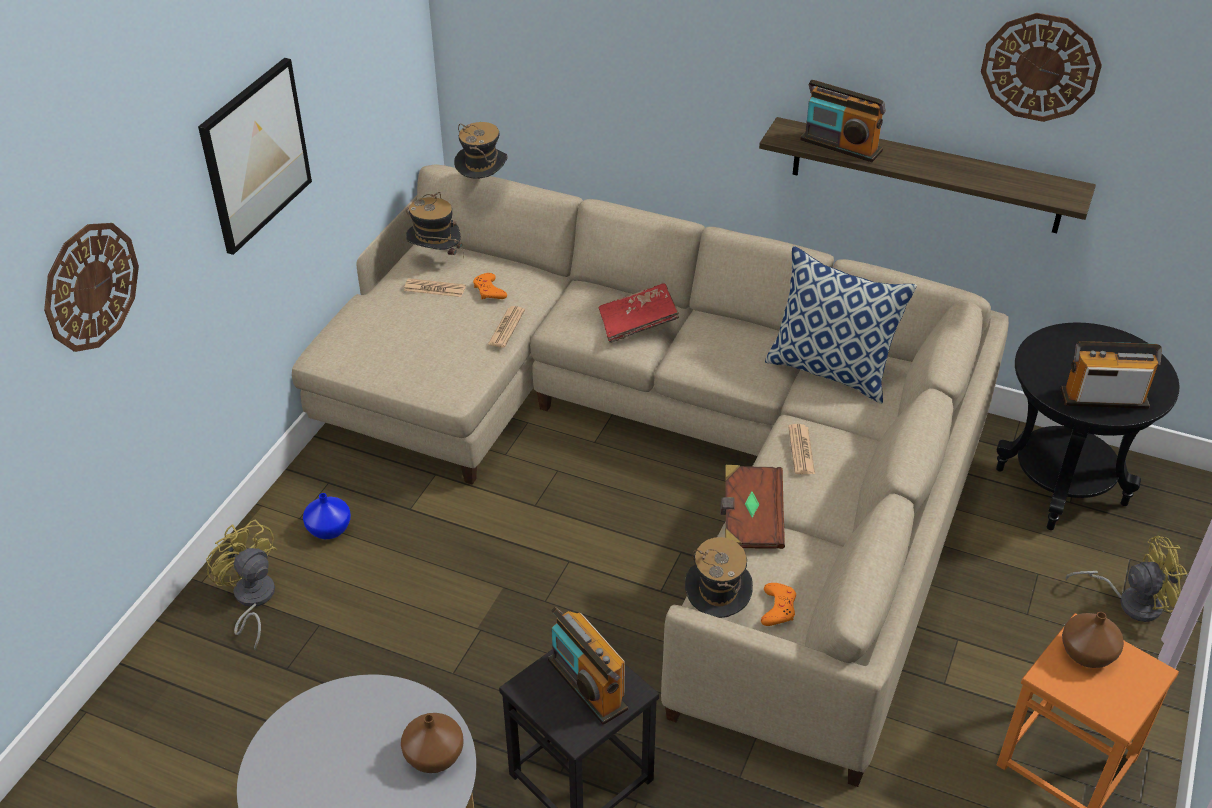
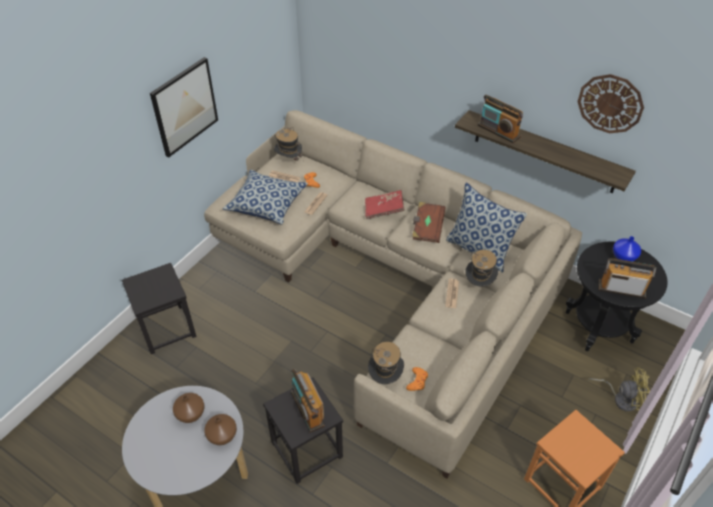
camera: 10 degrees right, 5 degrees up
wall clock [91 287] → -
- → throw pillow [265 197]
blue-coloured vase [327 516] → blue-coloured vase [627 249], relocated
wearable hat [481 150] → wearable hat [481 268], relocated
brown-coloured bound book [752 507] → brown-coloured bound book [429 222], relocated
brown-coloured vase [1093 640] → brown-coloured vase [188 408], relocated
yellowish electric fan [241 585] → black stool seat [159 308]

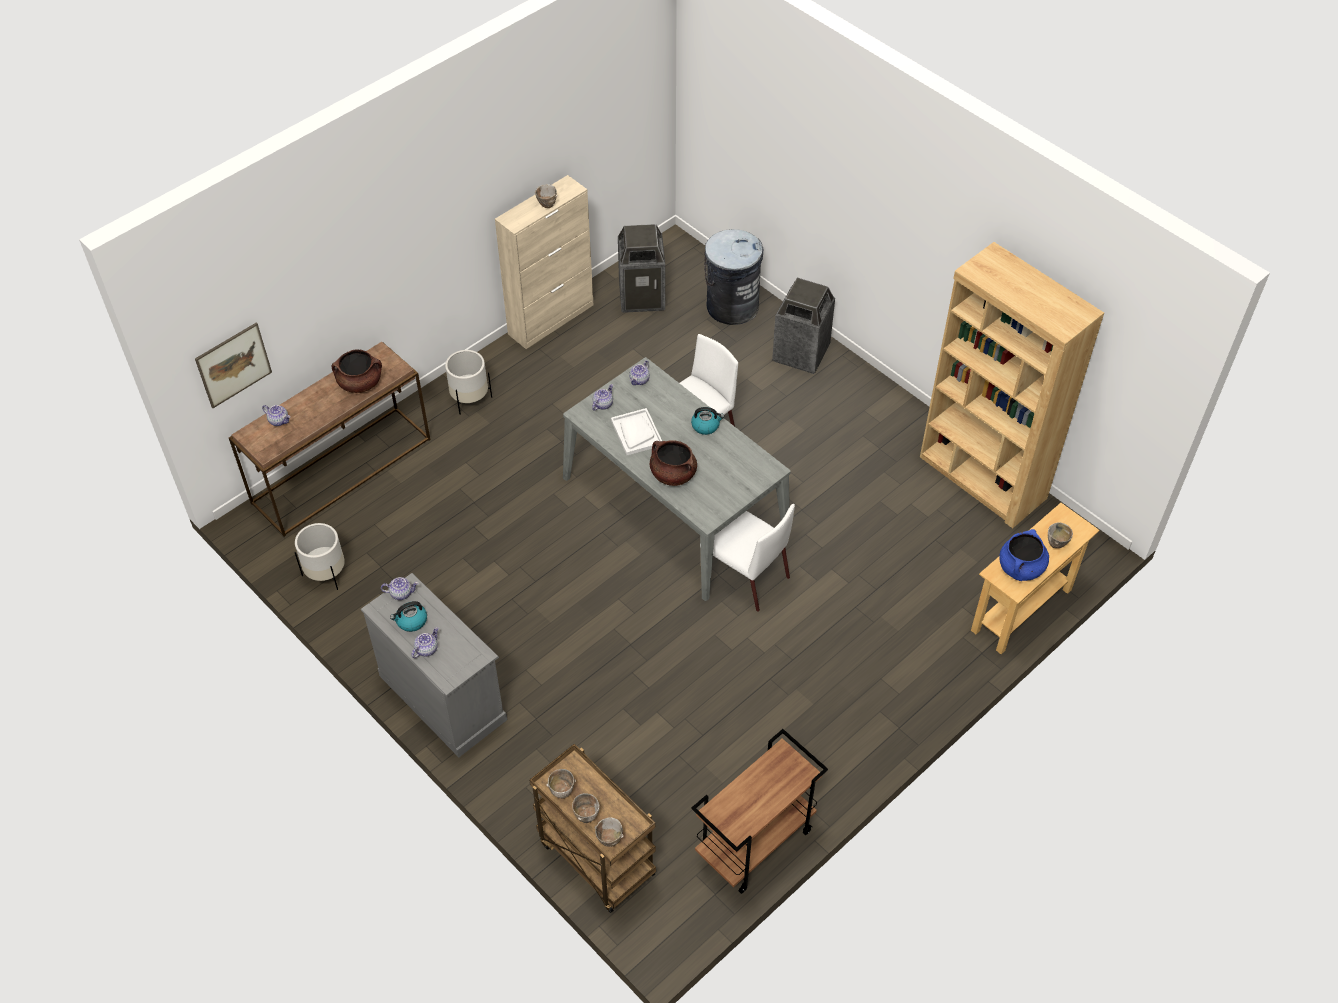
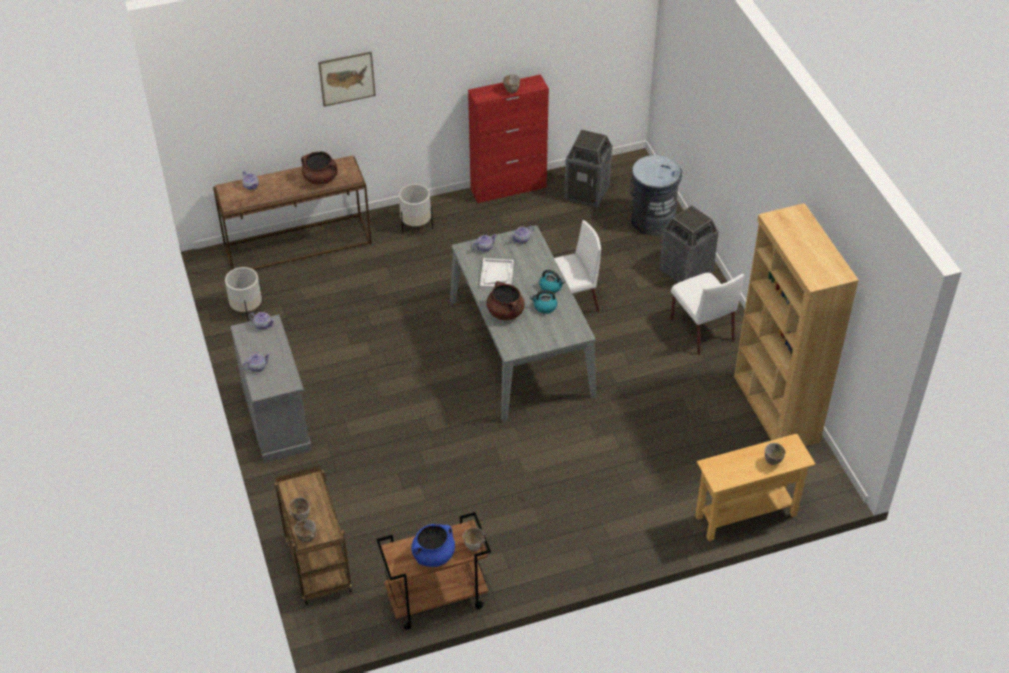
camera: 25 degrees right, 5 degrees down
wall picture [233 365] → wall picture [347 79], relocated
kettle [408 616] → kettle [543 302], relocated
bowl [561 783] → bowl [473 539], relocated
whitish chair [754 558] → whitish chair [707 314], relocated
blue-coloured saucepot [1024 555] → blue-coloured saucepot [433 545], relocated
beige-coloured cupboard [544 262] → reddish cupboard [508 138]

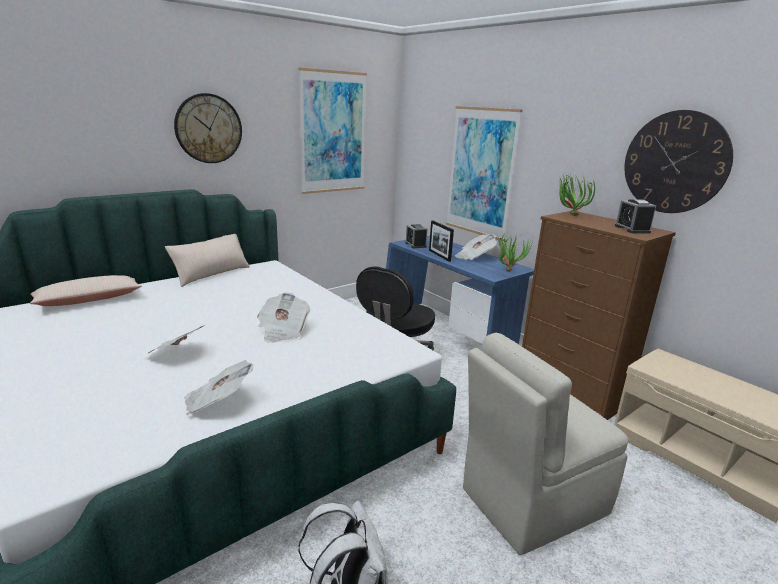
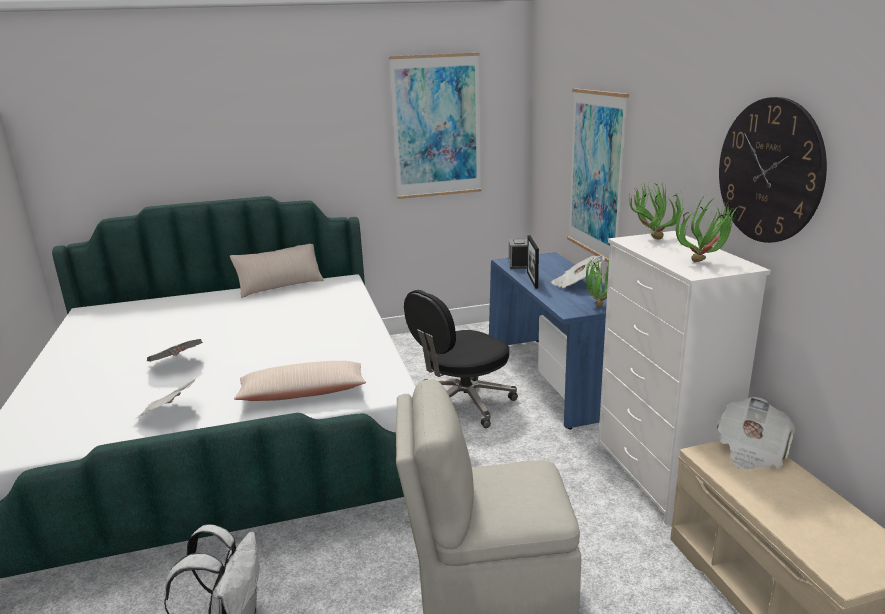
camera: 25 degrees right, 0 degrees up
wall clock [208 128] → -
beige-coloured throw pillow [86 290] → beige-coloured throw pillow [300 381], relocated
newspaper [284 318] → newspaper [756 433], relocated
table clock [635 216] → potted plant [706 228]
brown-coloured drawer chest [599 315] → whitish drawer chest [684 378]

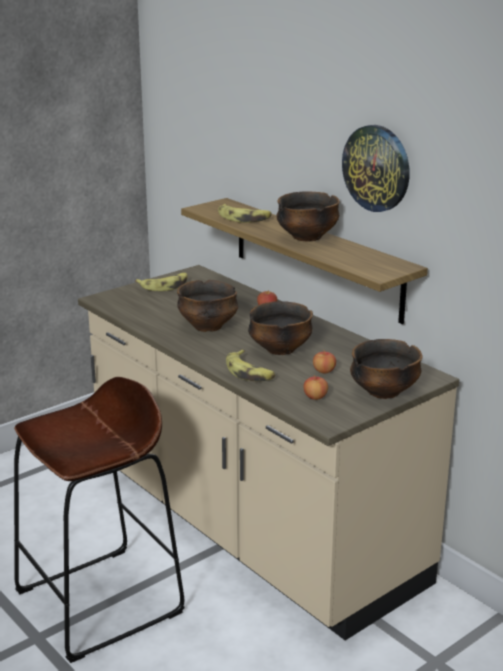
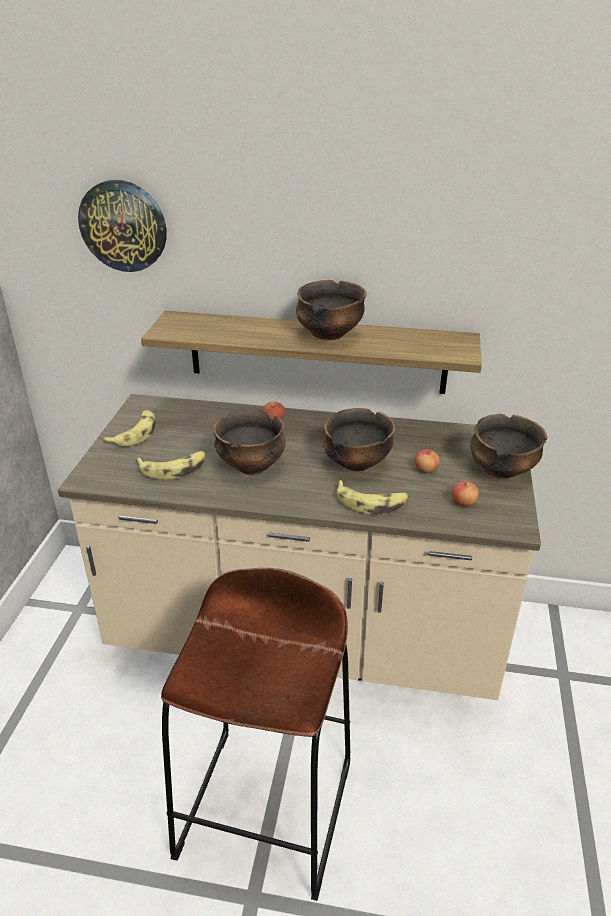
camera: 40 degrees left, 10 degrees up
banana [245 213] → banana [171 465], relocated
wall clock [376 168] → wall clock [122 226], relocated

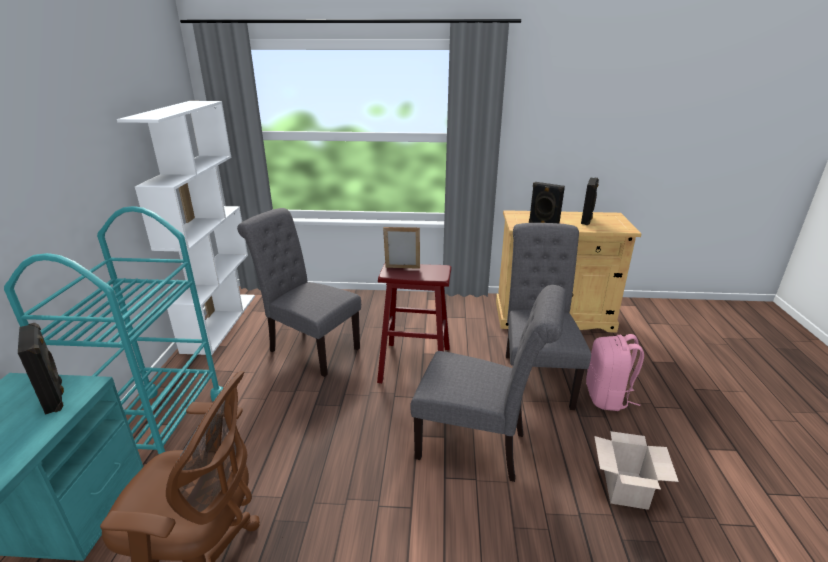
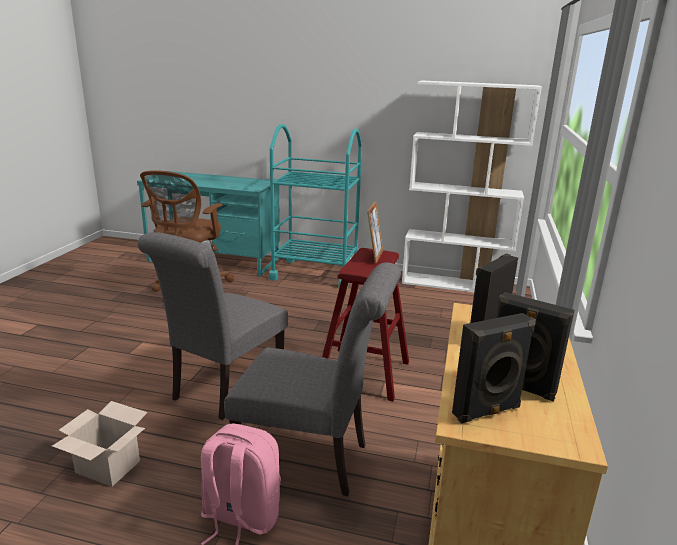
camera: 100 degrees right, 5 degrees down
greyish chair [299 292] → -
black speaker [41 369] → black speaker [494 368], relocated

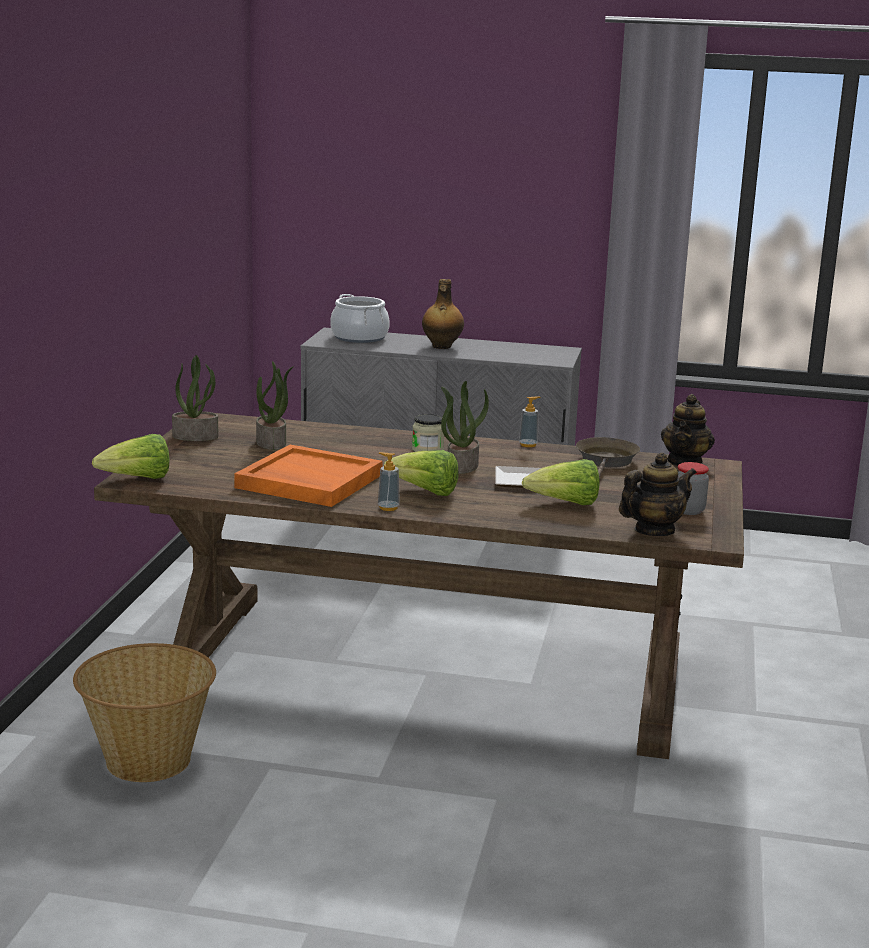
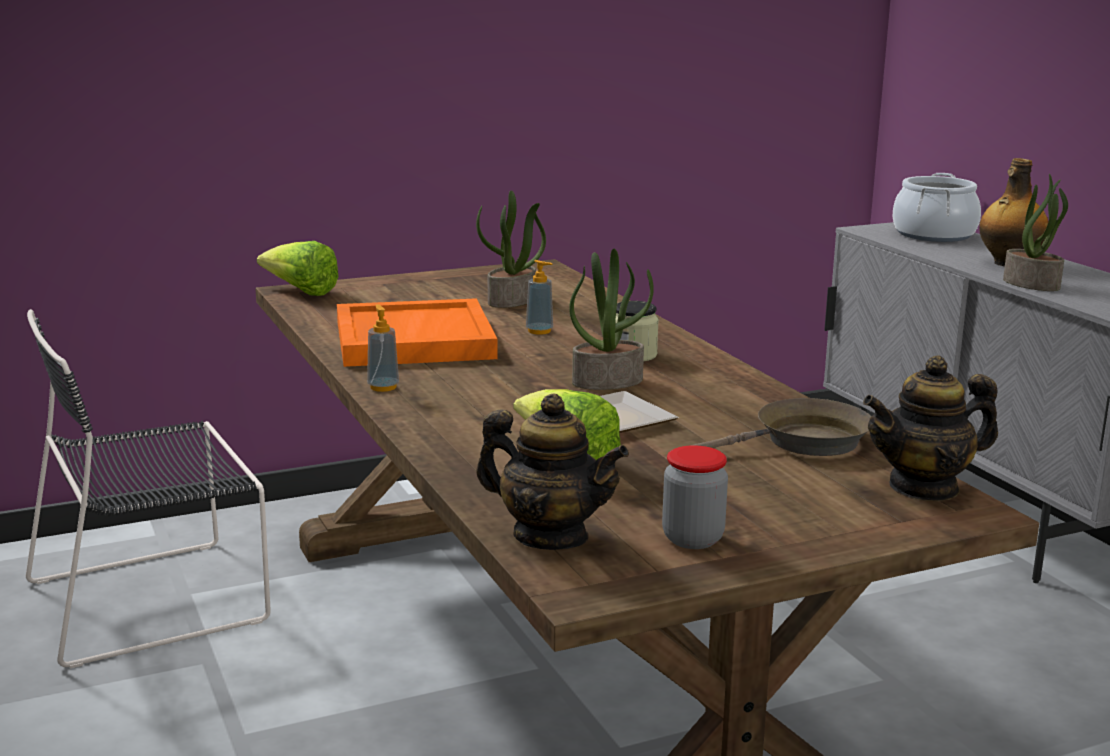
camera: 55 degrees right, 0 degrees up
lettuce head [421 473] → -
potted plant [195 398] → potted plant [1035 232], relocated
liquid soap bottle [529 421] → liquid soap bottle [539 297], relocated
storage basket [144 712] → black chair [148 488]

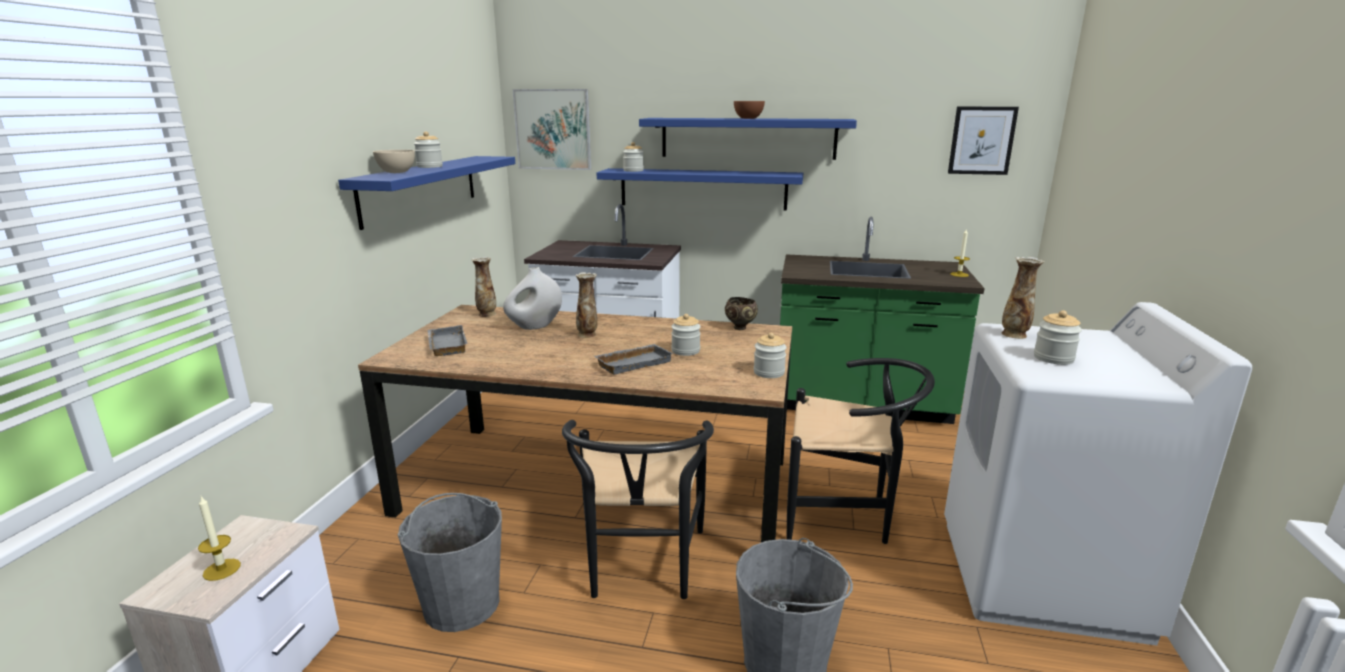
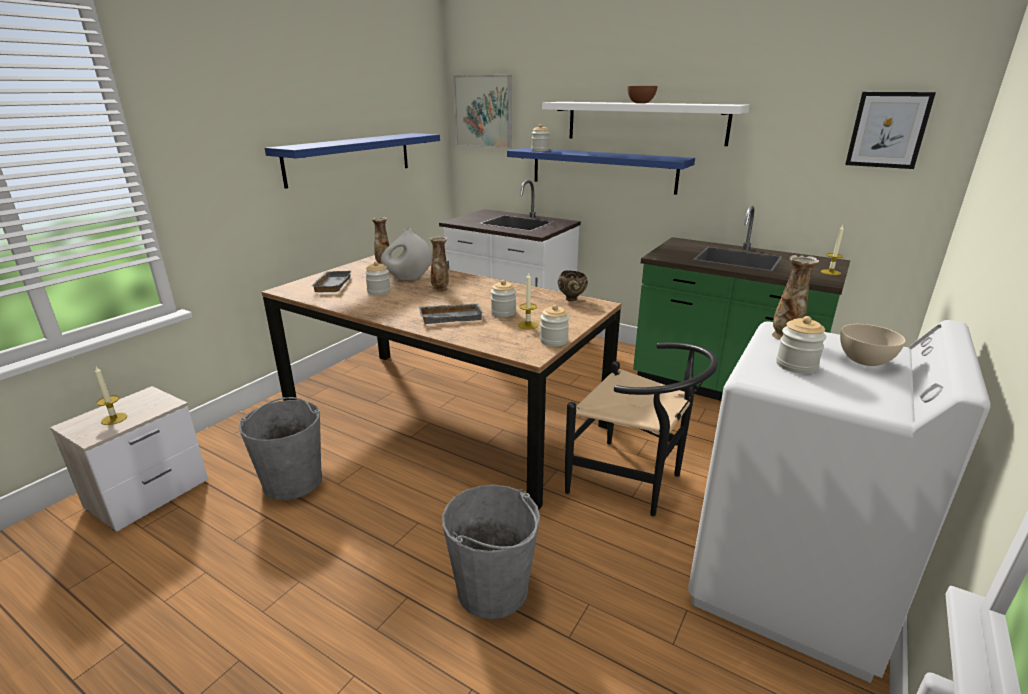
camera: 20 degrees right, 5 degrees up
black chair [638 509] → -
- → candle [528 301]
beige-coloured bowl [394 161] → beige-coloured bowl [873 345], relocated
jar [428 149] → jar [378 278], relocated
blue-coloured wall shelf [748 139] → whitish wall shelf [646 124]

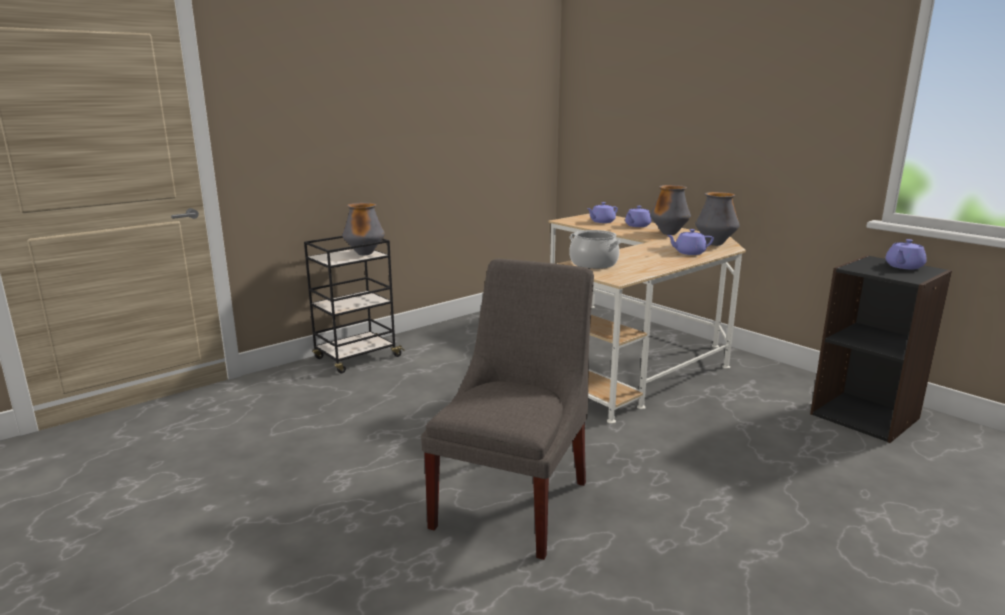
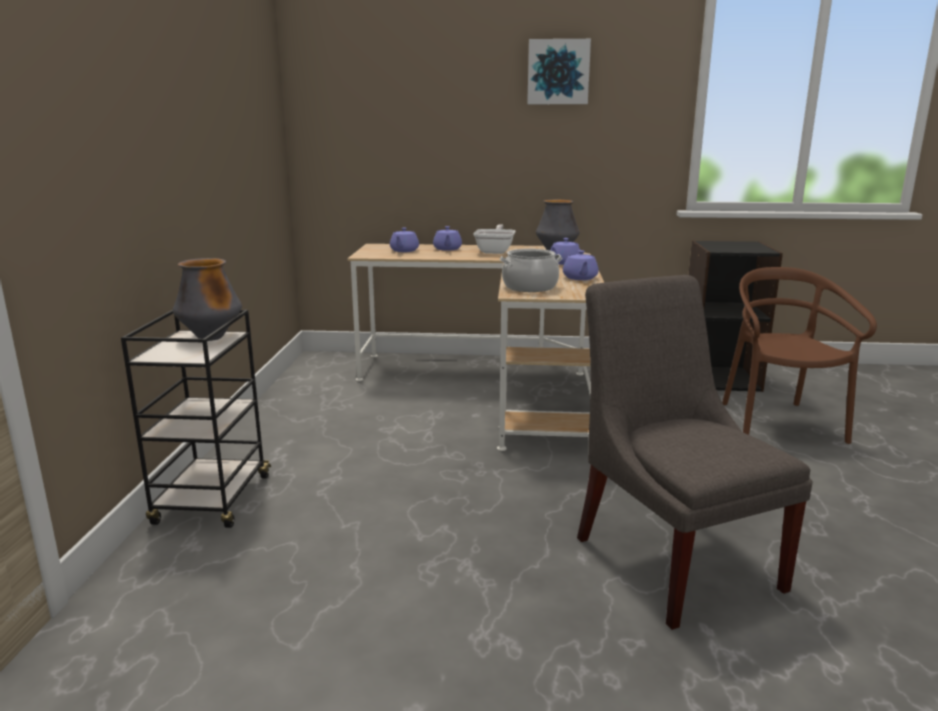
camera: 45 degrees left, 0 degrees up
- → wall picture [559 71]
- → brown-coloured chair [799 355]
purple tea pot [906 254] → purple tea pot [581 265], relocated
vase [670 210] → skillet [494 239]

